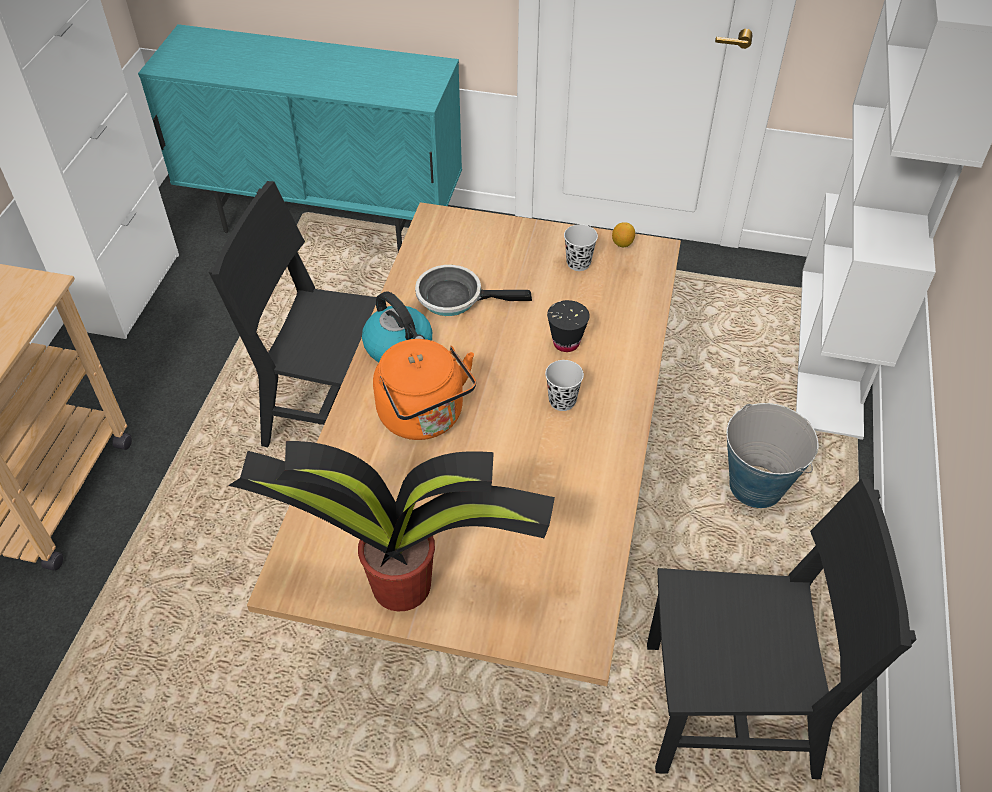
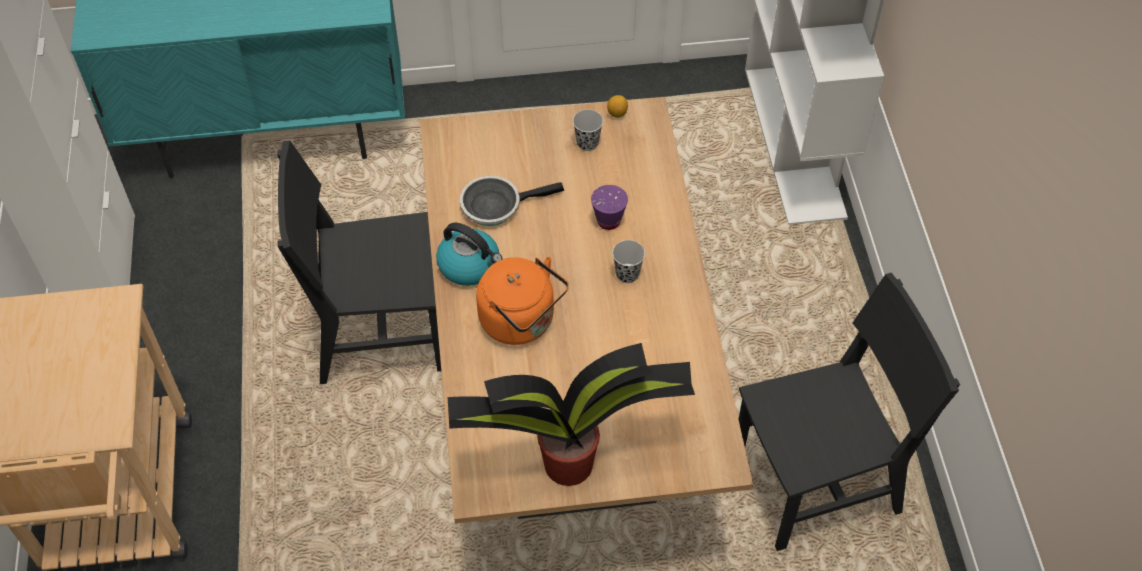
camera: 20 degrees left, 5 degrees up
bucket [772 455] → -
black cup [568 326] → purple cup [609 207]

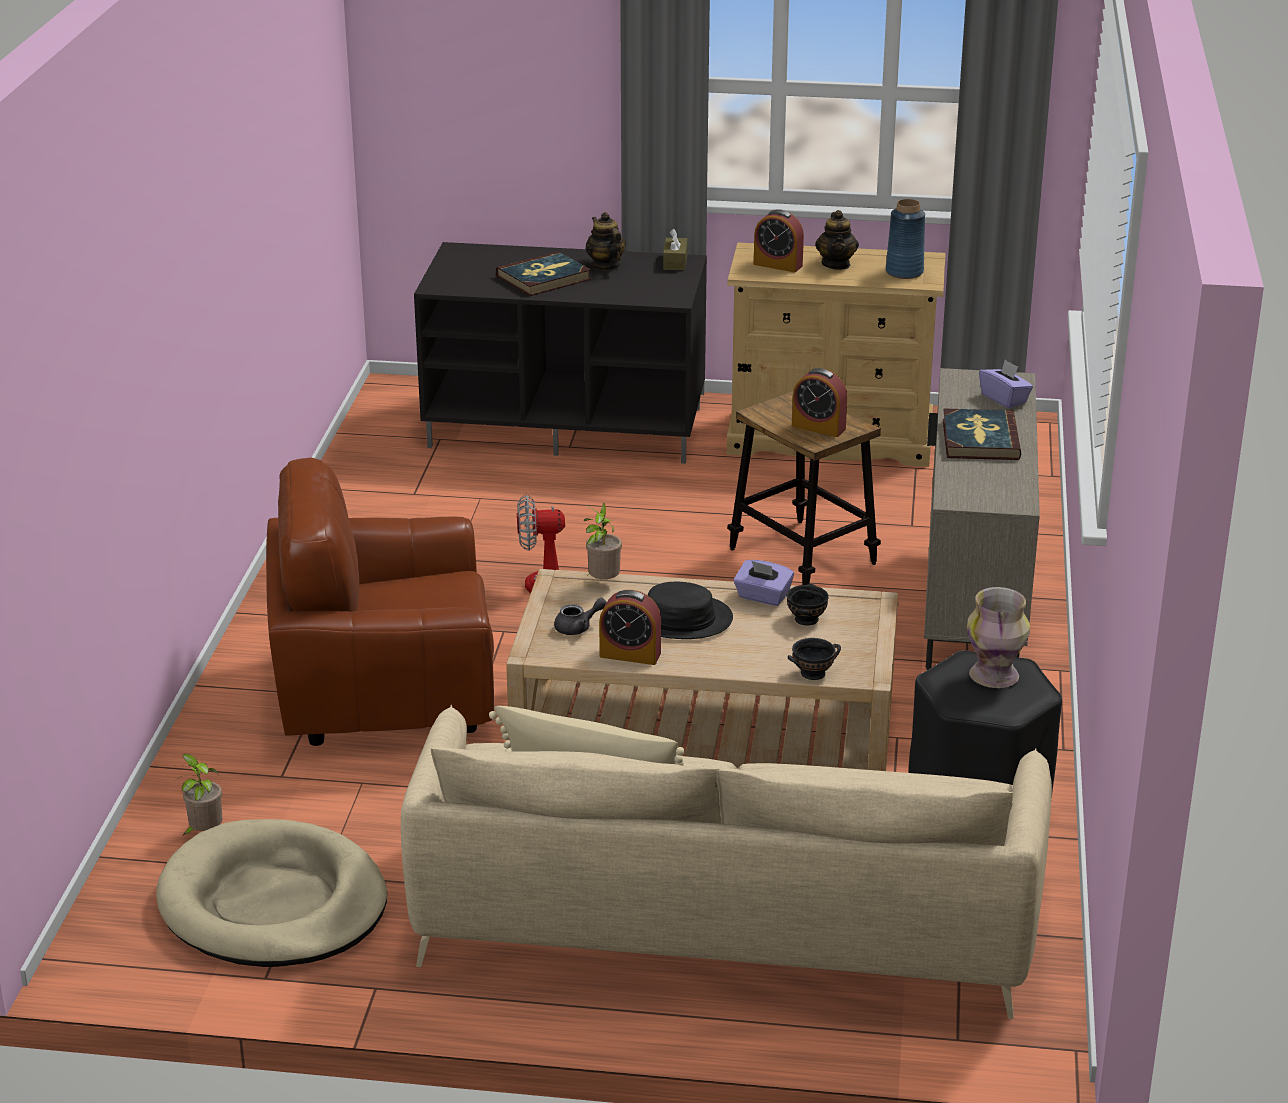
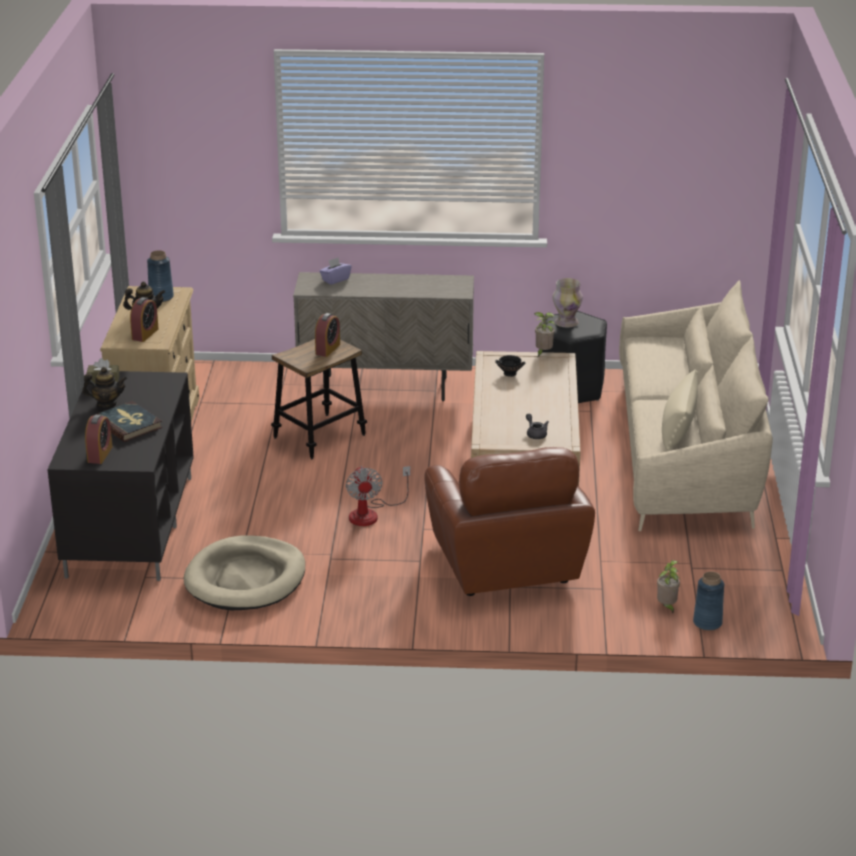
camera: 95 degrees left, 0 degrees up
black wearable hat [690 610] → -
purple box of tissues [764 583] → -
black bowl [814 659] → -
bound book [982 434] → -
- → blue-coloured vase [708 601]
beige-coloured dog bed [271 893] → beige-coloured dog bed [244 573], relocated
potted plant [603 541] → potted plant [544 334], relocated
table clock [630 627] → table clock [98 439], relocated
tea pot [606 241] → tea pot [104 387], 150 degrees counterclockwise

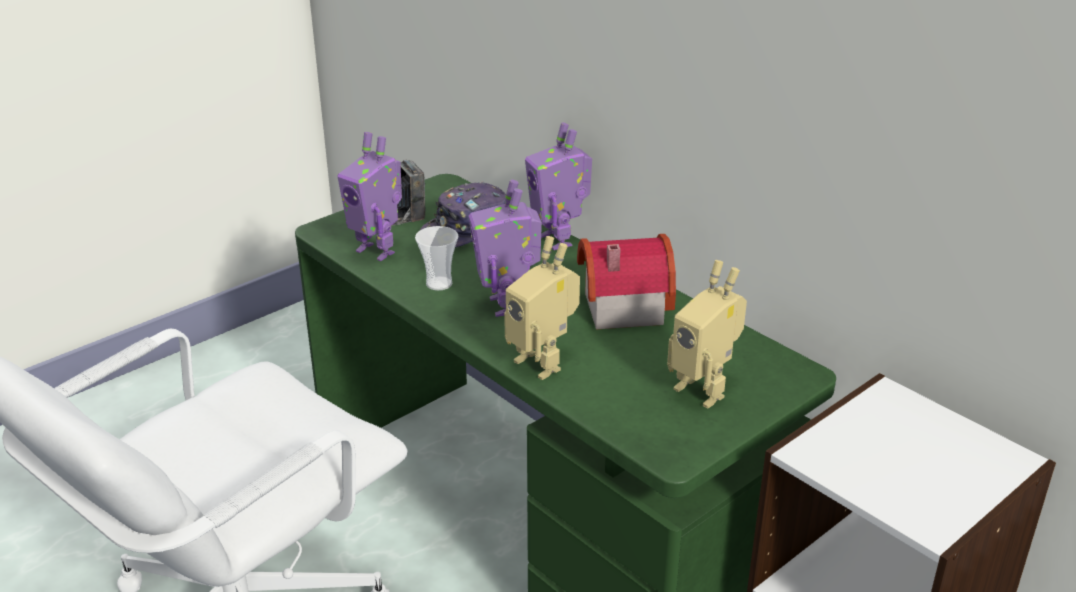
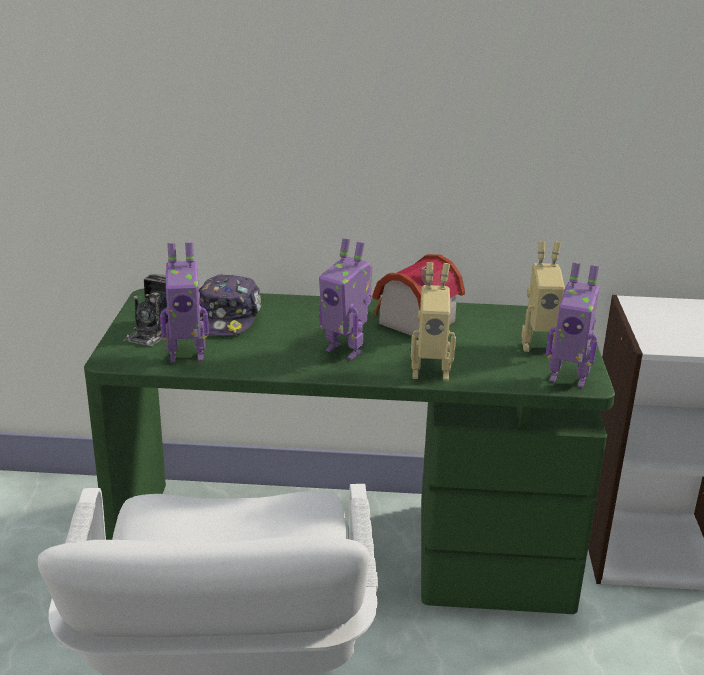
camera: 45 degrees left, 5 degrees down
cup [436 258] → -
toy robot [558 186] → toy robot [572 325], relocated

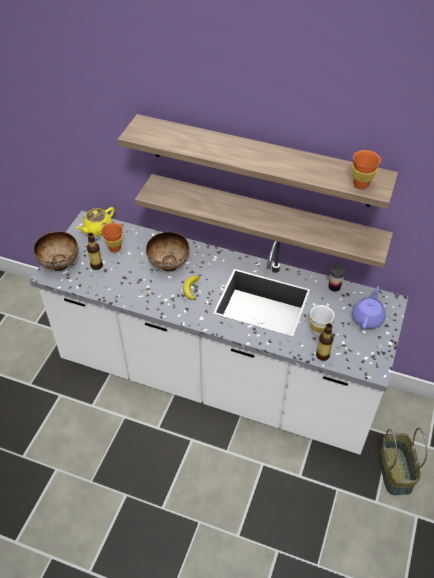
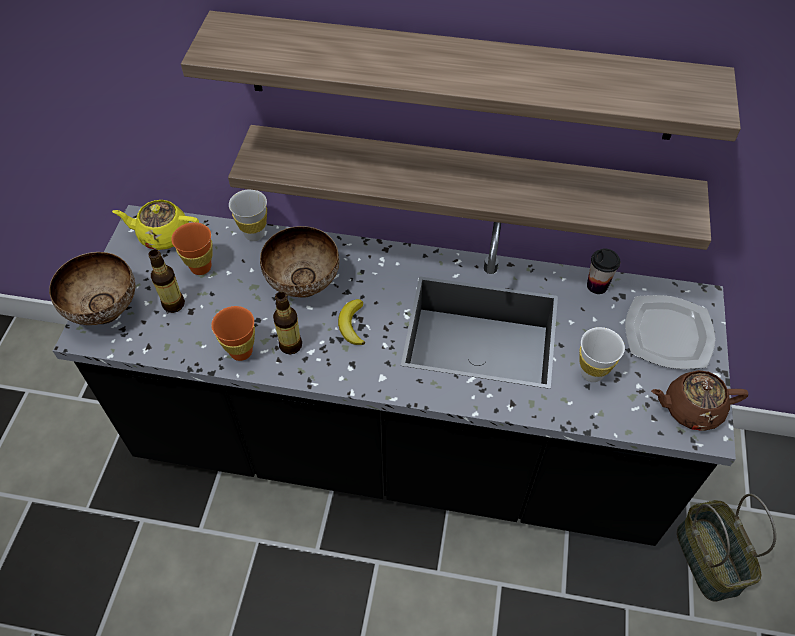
camera: 10 degrees left, 5 degrees up
- → whitish cup [248 215]
- → brown-coloured tea pot [699 400]
bottle [325 342] → bottle [287 323], relocated
orangey cup [366 170] → orangey cup [233 333], relocated
purple tea pot [369 308] → flat dish [670 332]
whitish counter [219 333] → black counter [394 375]
yellowish tea pot [95 221] → yellowish tea pot [155 225], 60 degrees clockwise

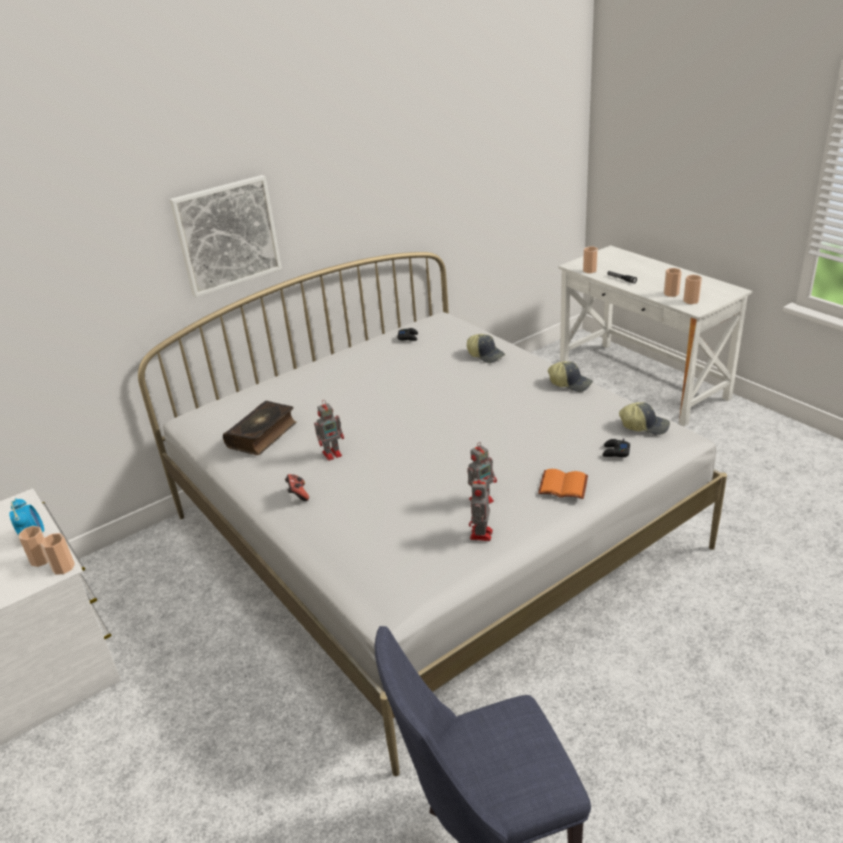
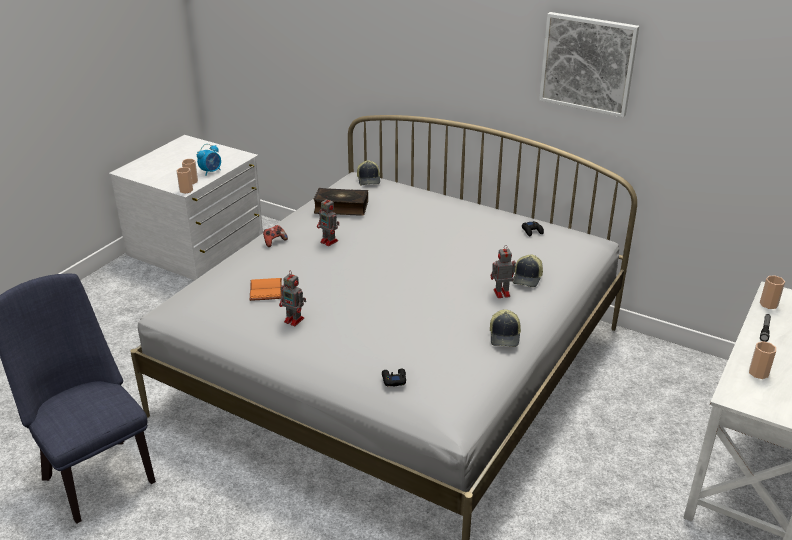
camera: 65 degrees right, 0 degrees up
cup [692 289] → -
wall picture [226 236] → wall picture [589 65], relocated
toy robot [481 508] → toy robot [503 271], relocated
orangey bound book [563 484] → orangey bound book [266 289], relocated
peaked cap [644 418] → peaked cap [368 173], relocated

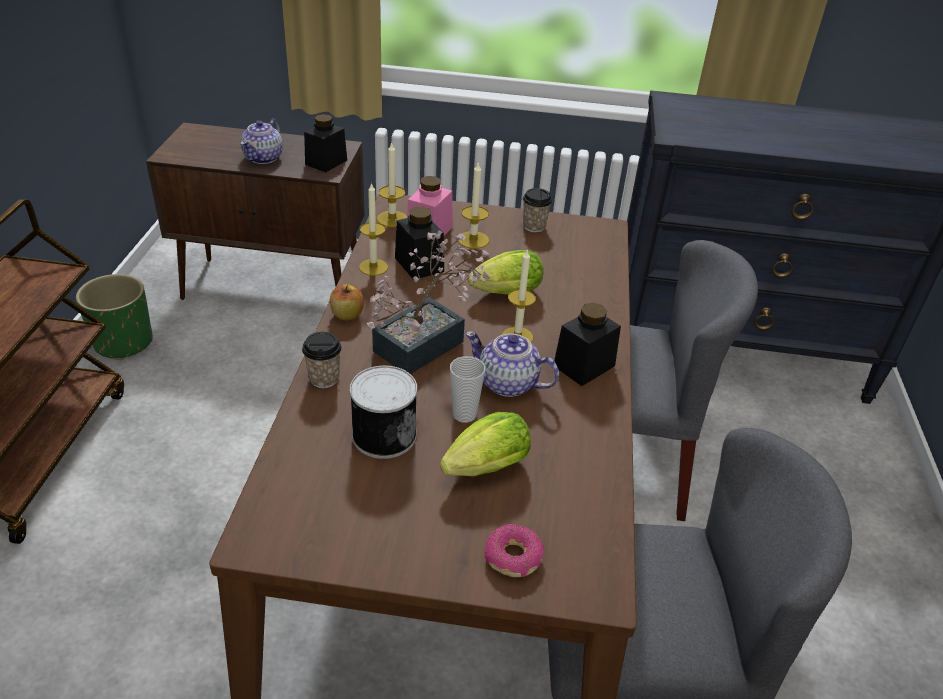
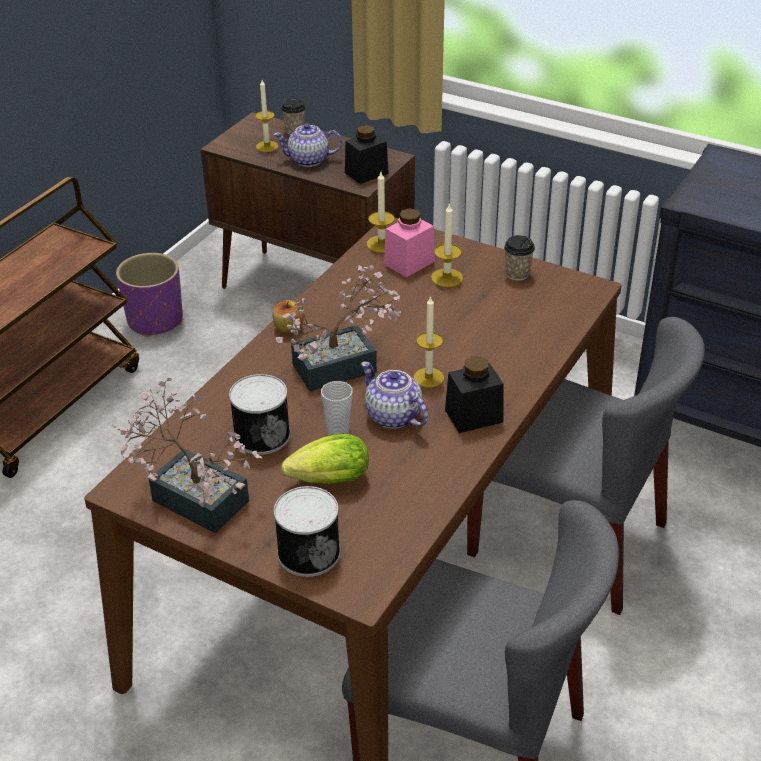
camera: 25 degrees right, 0 degrees up
black jar [419 243] → -
lettuce head [505 272] → -
- → potted plant [186 455]
cup [322 360] → cup [293 117], relocated
candle [373 229] → candle [266 116], relocated
doughnut [514 550] → metal can [307 531]
green-coloured flower pot [114 317] → purple flower pot [149 295]
tea pot [262 141] → tea pot [307 145], 45 degrees clockwise

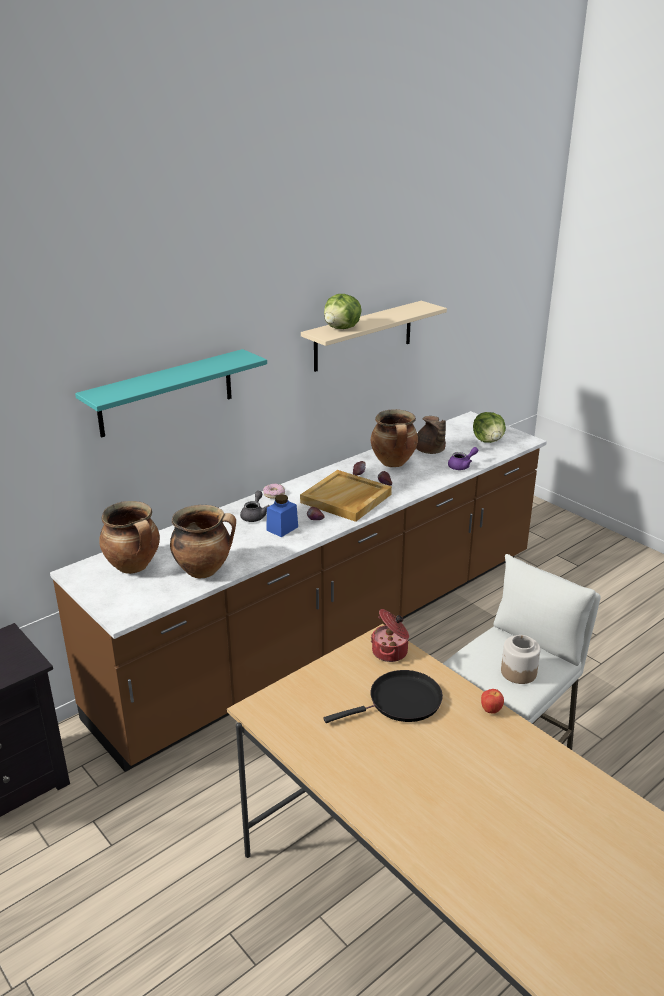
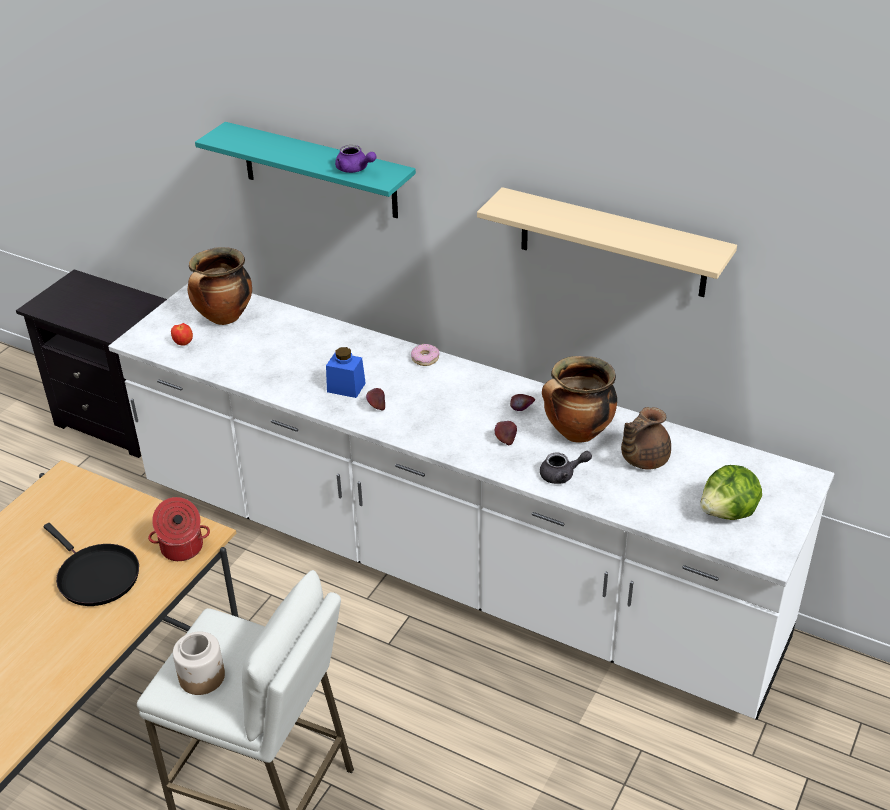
camera: 70 degrees right, 10 degrees up
saucepot [203 541] → -
beige-coloured carrying tray [346 496] → -
lettuce head [343 311] → -
greyish tea pot [255 506] → greyish tea pot [566 467], relocated
purple tea pot [463 458] → purple tea pot [356 159], relocated
apple fruit [492 701] → apple fruit [182 334], relocated
brown-coloured counter [298 591] → whitish counter [471 501]

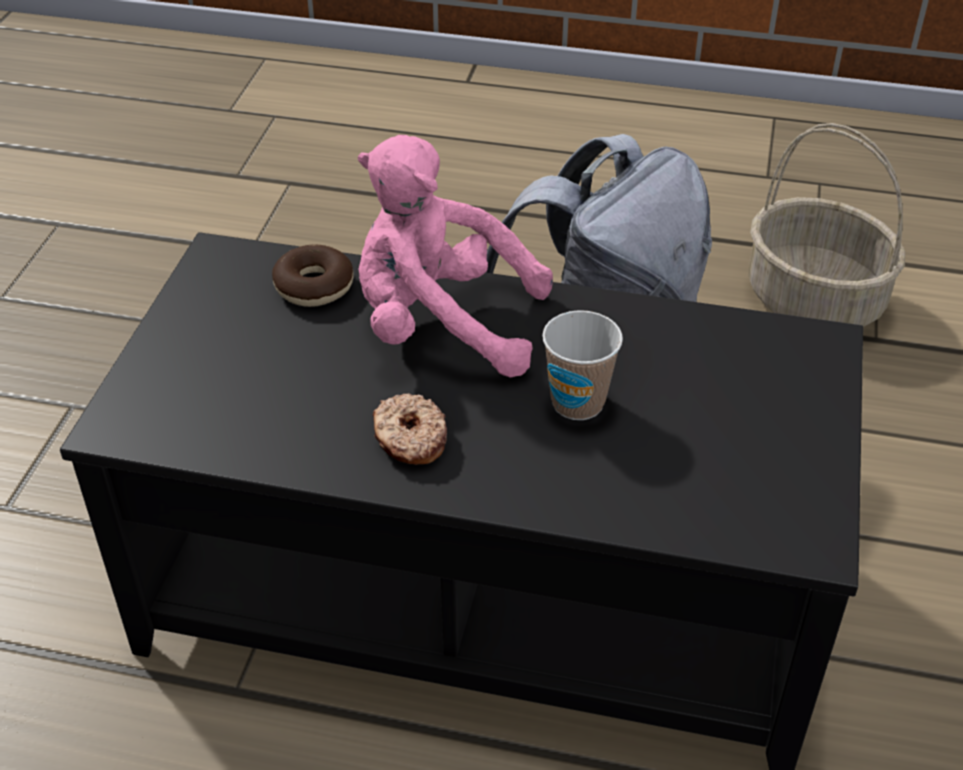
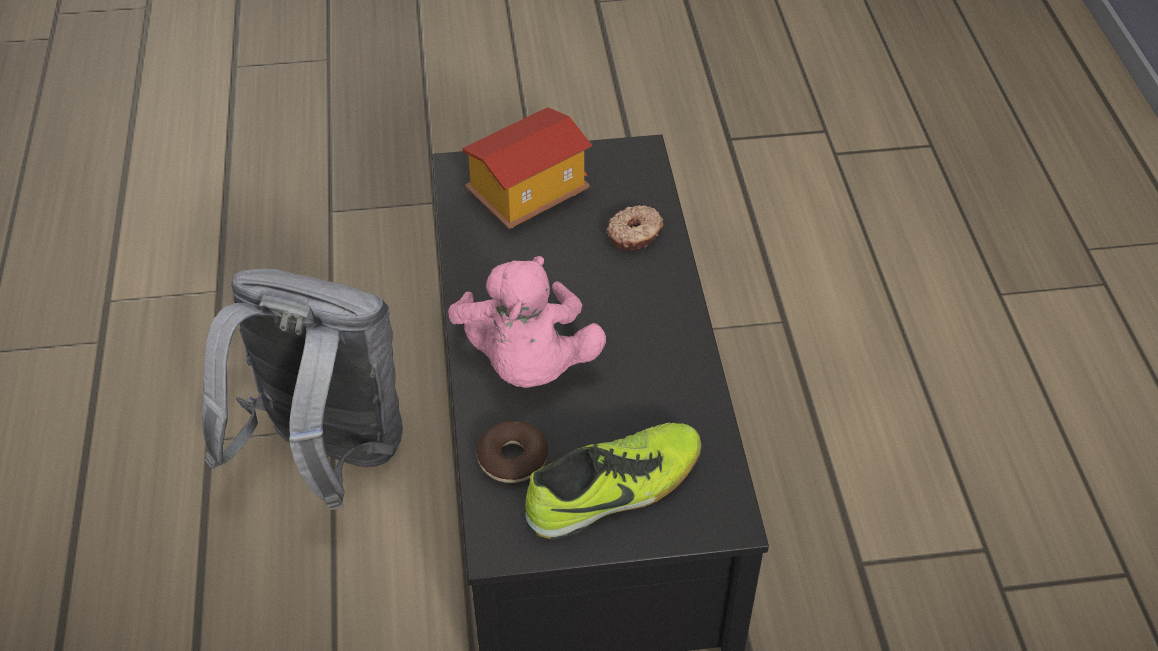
camera: 110 degrees left, 5 degrees up
cup [582 365] → -
storage basket [826 225] → -
- → miniature house [527 167]
- → shoe [613 481]
doughnut [410 429] → doughnut [634 228], relocated

